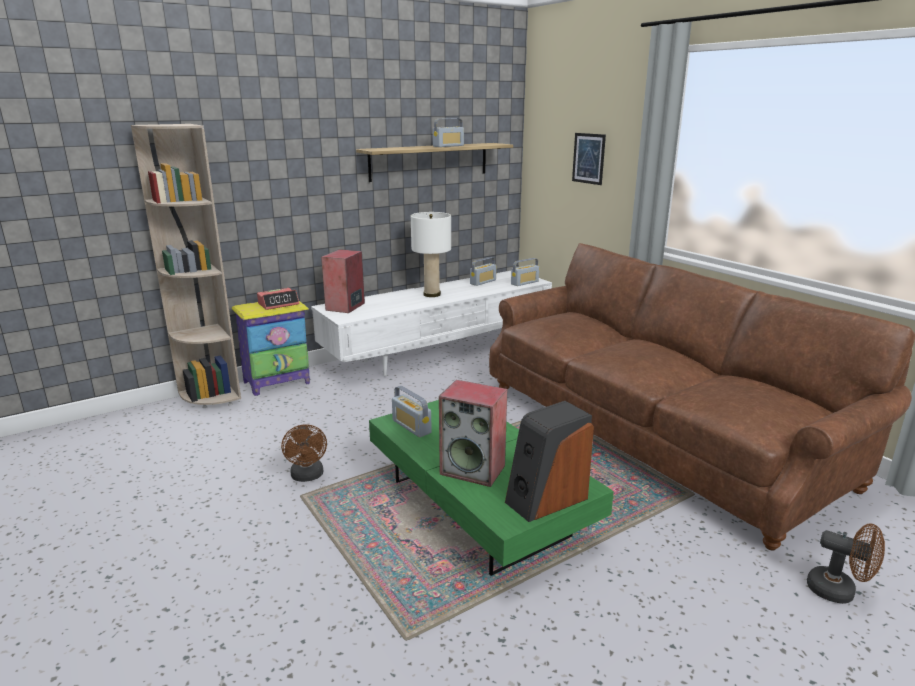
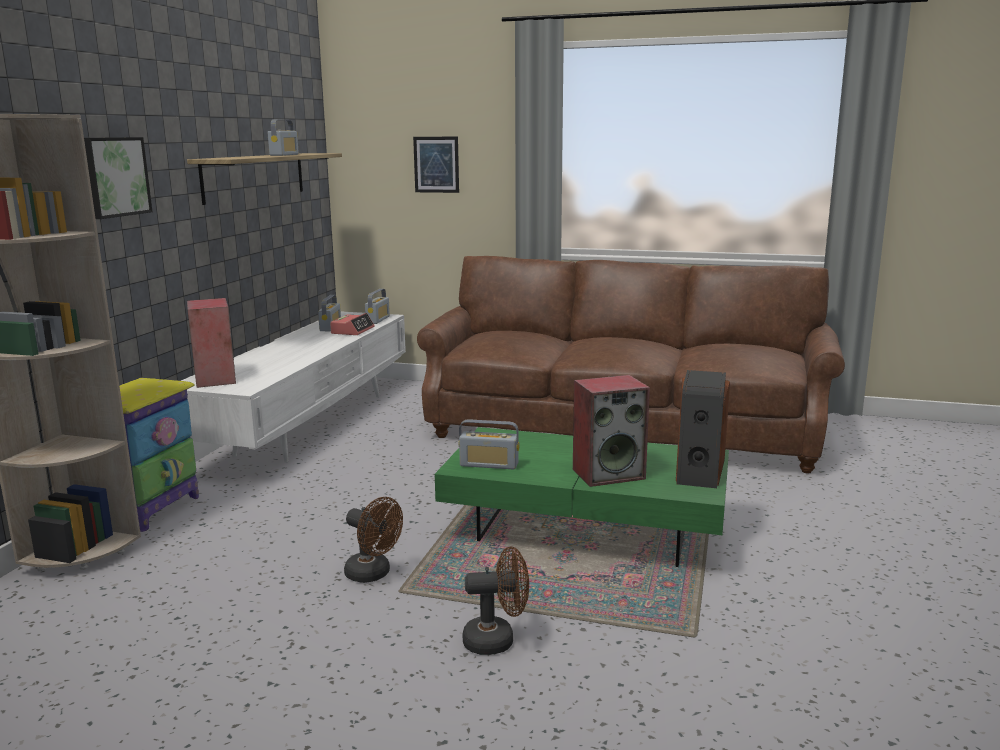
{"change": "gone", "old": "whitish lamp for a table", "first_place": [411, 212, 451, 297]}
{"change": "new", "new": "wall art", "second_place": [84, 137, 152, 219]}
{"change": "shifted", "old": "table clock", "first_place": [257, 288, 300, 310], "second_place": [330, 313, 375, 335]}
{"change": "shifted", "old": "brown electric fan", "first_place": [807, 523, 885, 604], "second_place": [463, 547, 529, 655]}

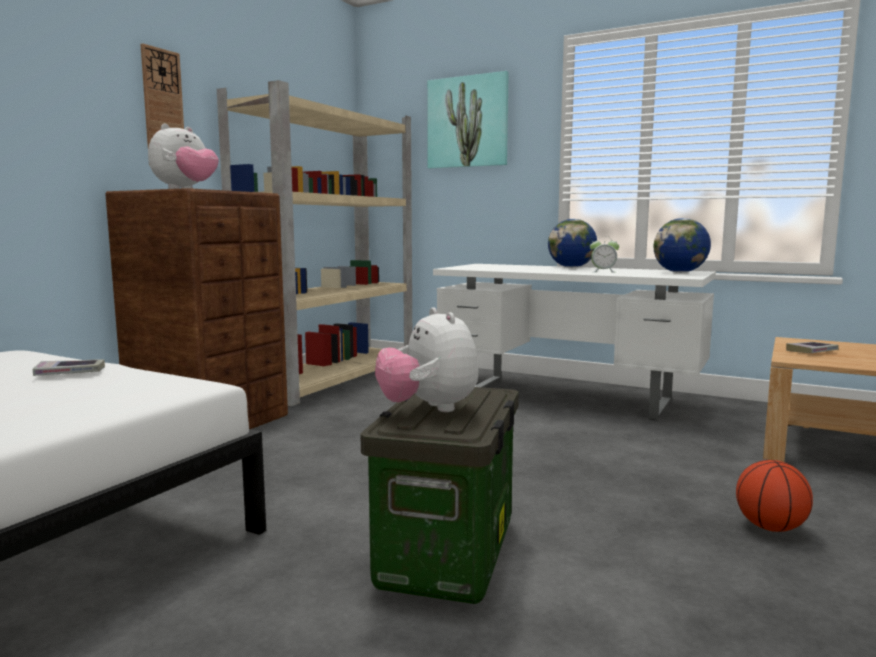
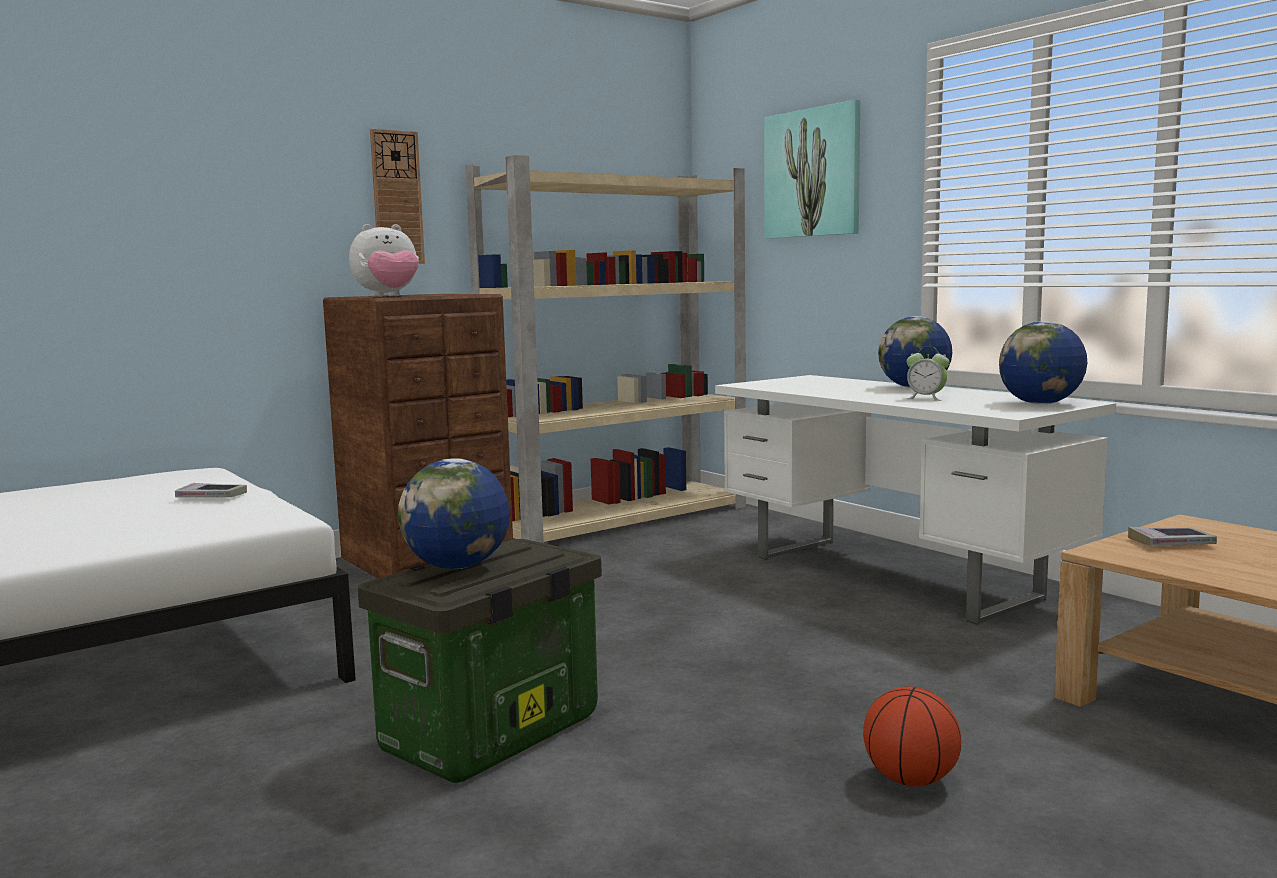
{"change": "swapped", "old": "cuddly toy", "new": "world globe", "first_place": [375, 307, 478, 412], "second_place": [398, 458, 510, 569]}

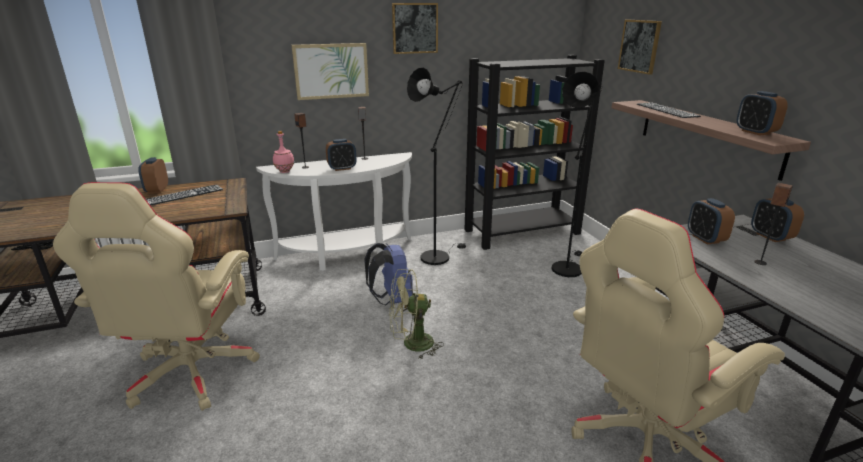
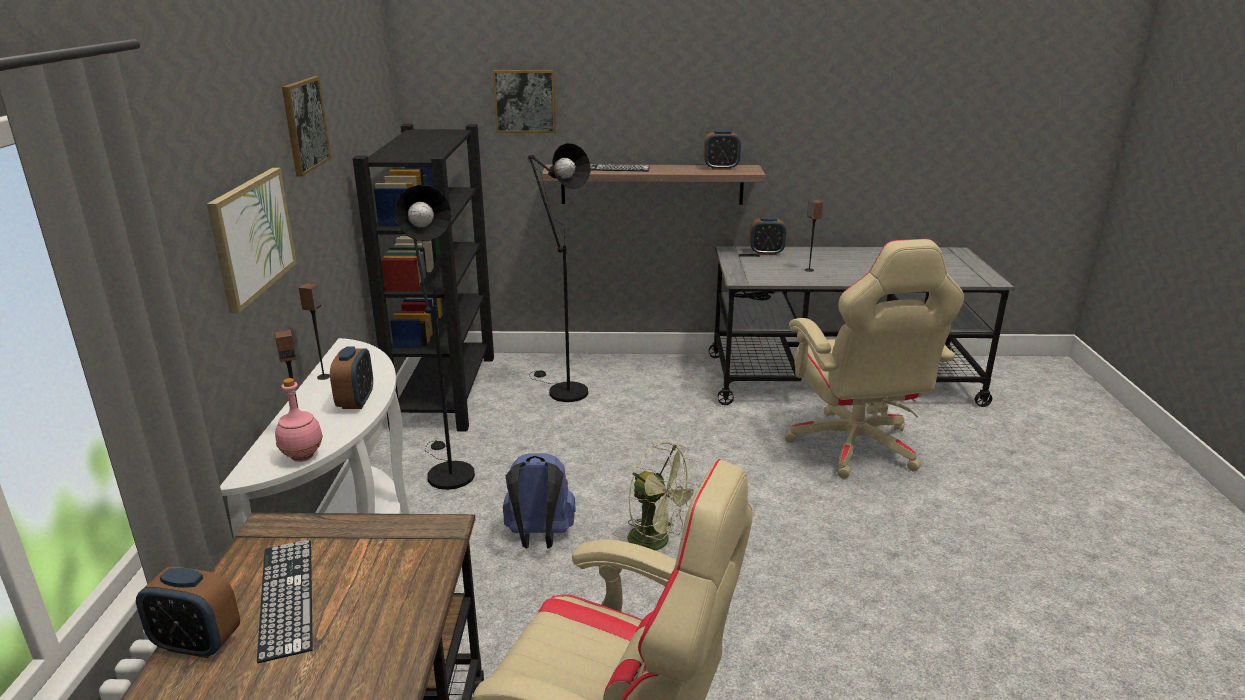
{"change": "gone", "old": "table clock", "first_place": [688, 198, 735, 244]}
{"change": "rotated", "old": "greenish electric fan", "first_place": [389, 269, 444, 360], "second_place": [628, 442, 700, 550], "degrees": -60}

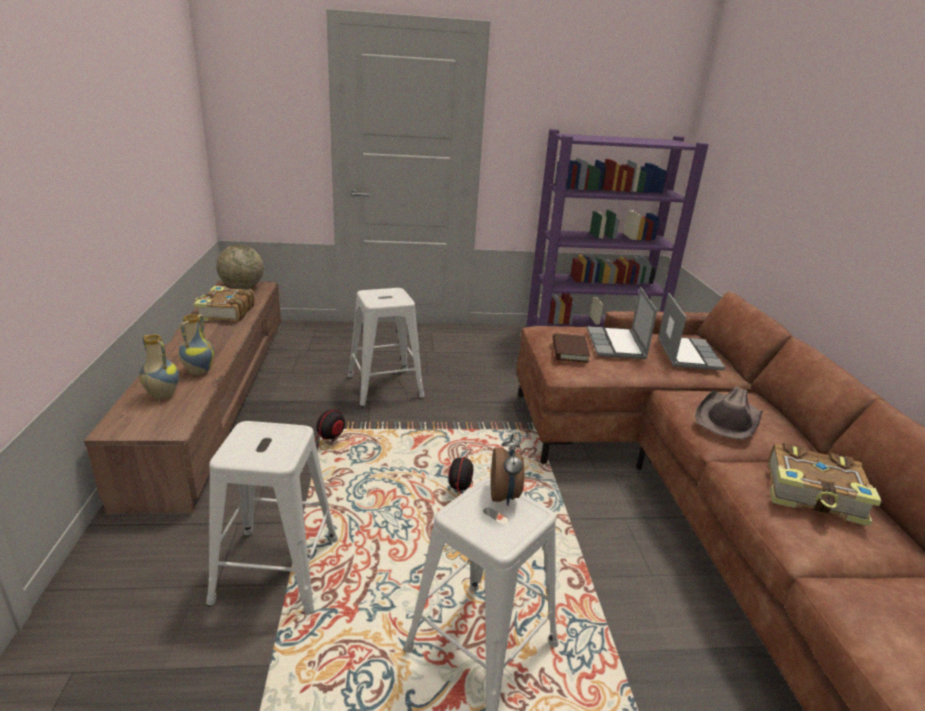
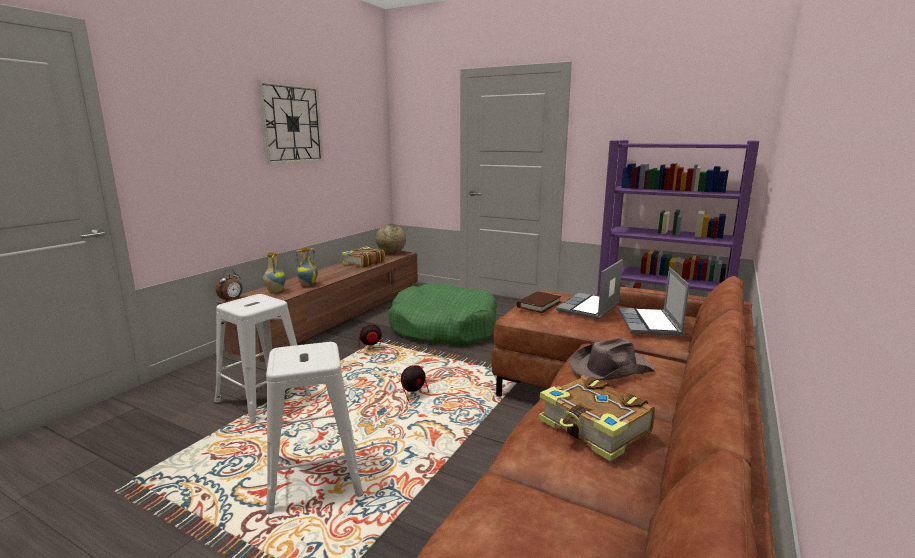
{"change": "new", "new": "clock on the wall", "second_place": [257, 80, 324, 164]}
{"change": "shifted", "old": "table clock", "first_place": [491, 434, 524, 506], "second_place": [216, 269, 243, 302]}
{"change": "swapped", "old": "whitish stool", "new": "greenish pet bed", "first_place": [347, 288, 425, 407], "second_place": [388, 283, 497, 346]}
{"change": "rotated", "old": "laptop", "first_place": [658, 293, 725, 370], "second_place": [619, 267, 690, 336], "degrees": 150}

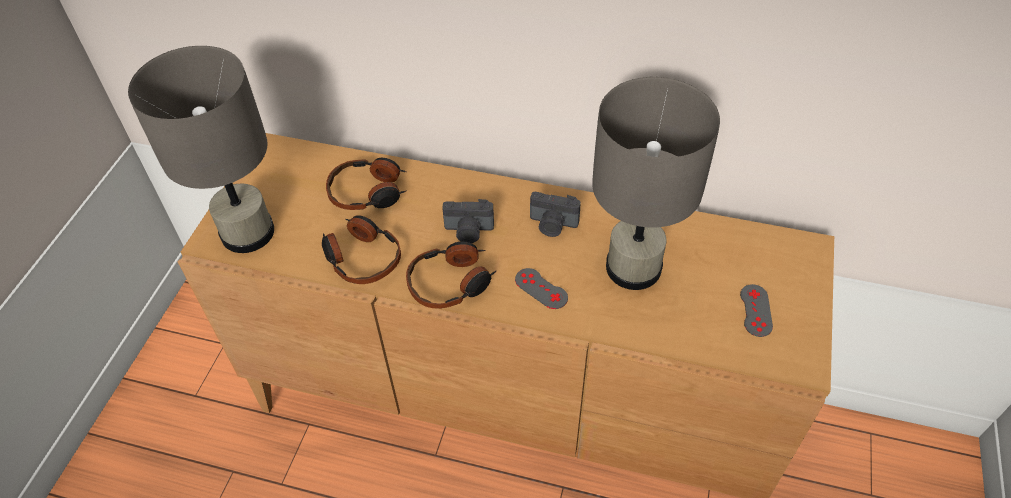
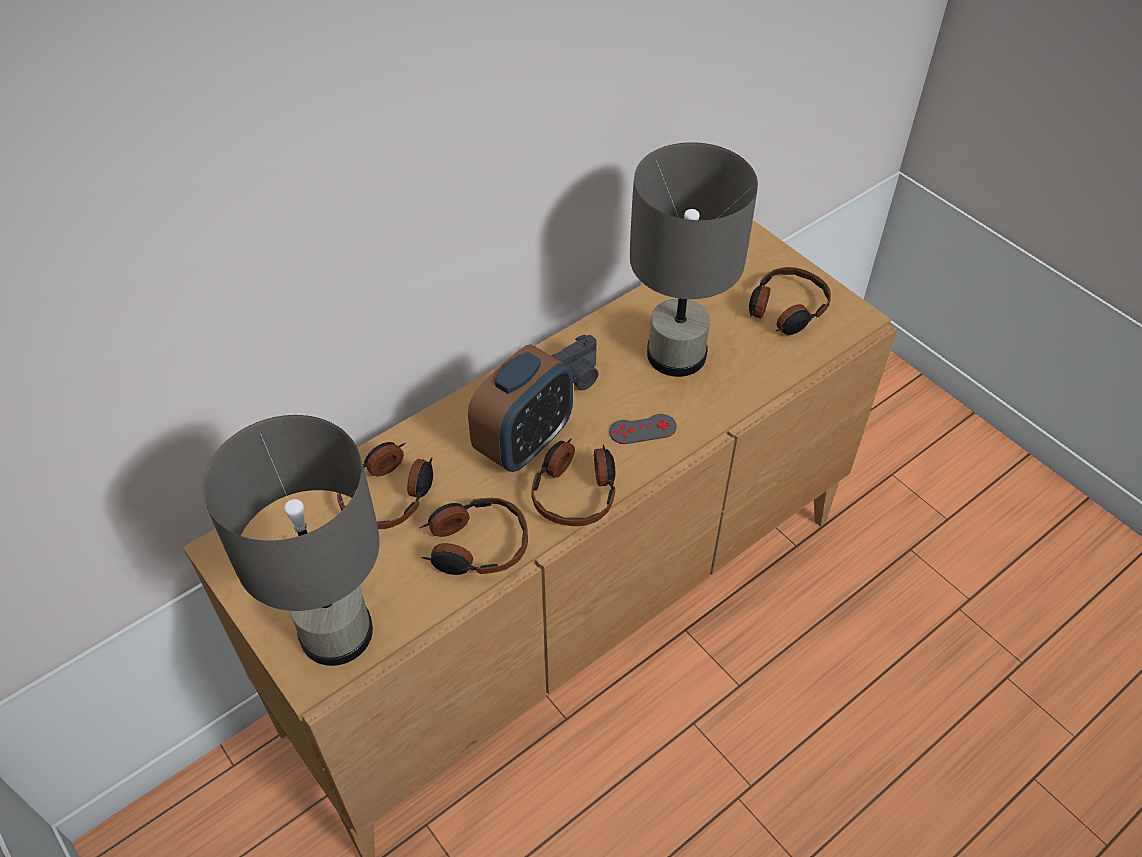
{"change": "swapped", "old": "still camera", "new": "table clock", "first_place": [442, 199, 494, 243], "second_place": [468, 344, 573, 472]}
{"change": "swapped", "old": "grey joypad", "new": "pair of headphones", "first_place": [740, 284, 773, 337], "second_place": [749, 267, 831, 335]}

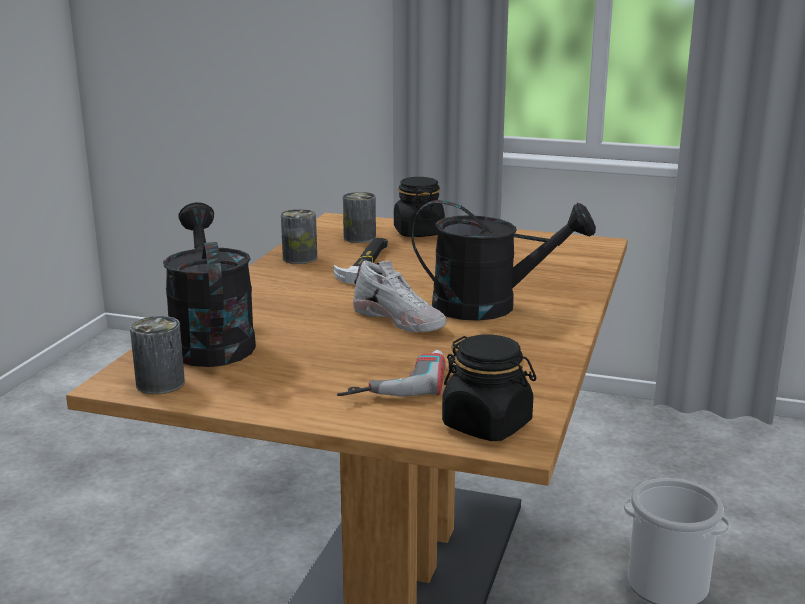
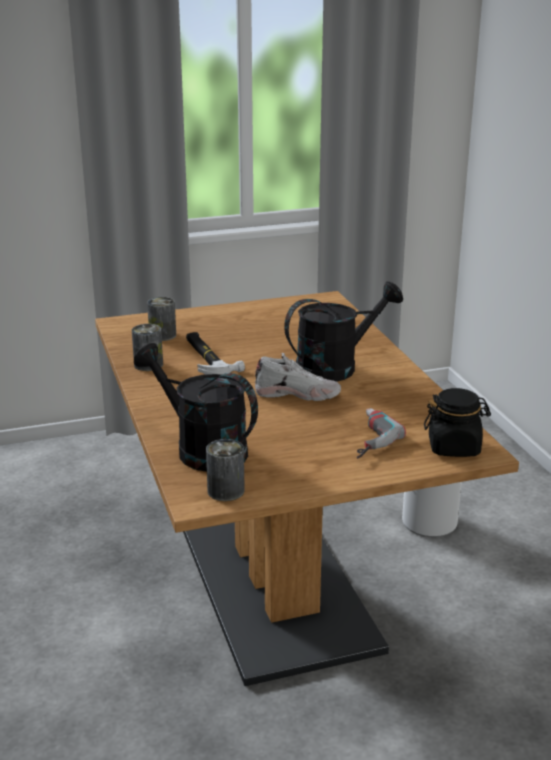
{"change": "gone", "old": "blackish preserve jar", "first_place": [394, 177, 445, 237]}

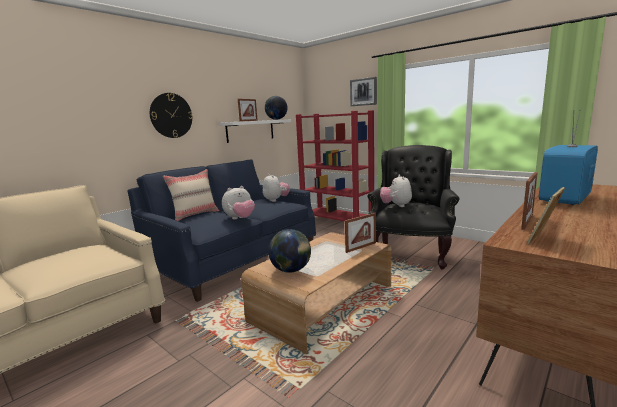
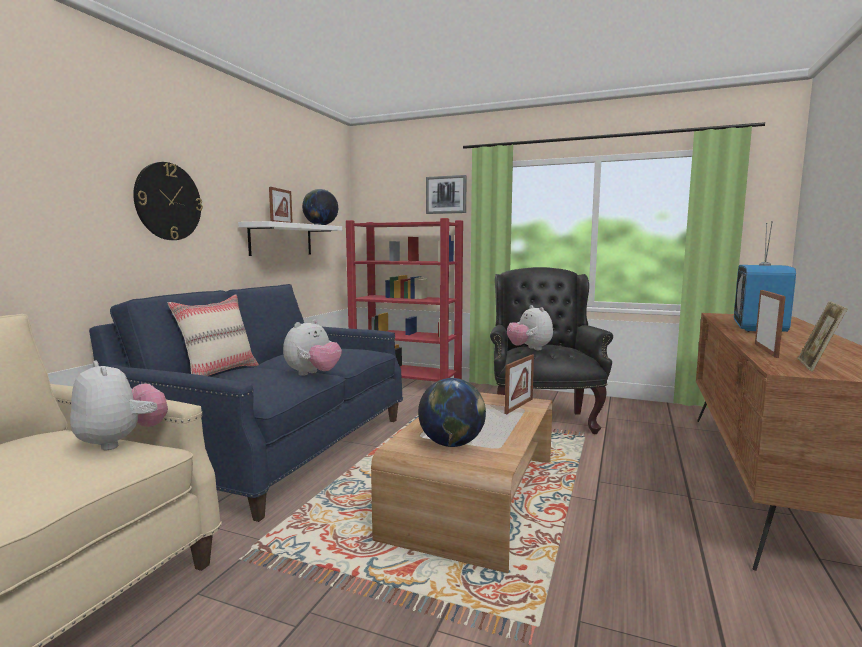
{"change": "shifted", "old": "cuddly toy", "first_place": [263, 174, 290, 202], "second_place": [70, 361, 168, 450]}

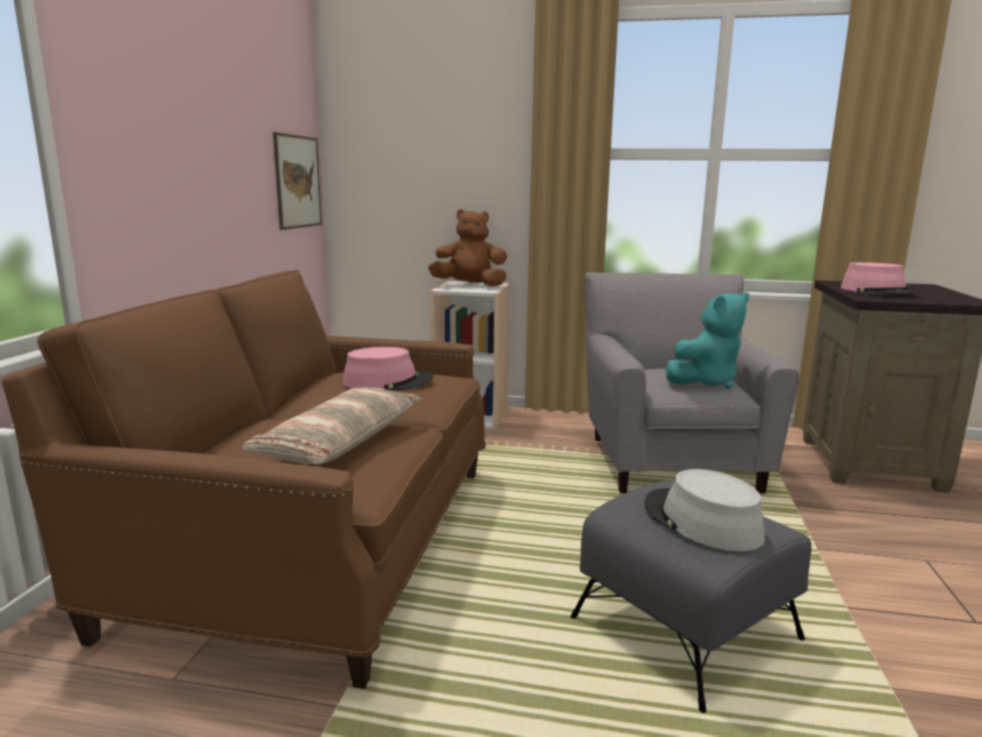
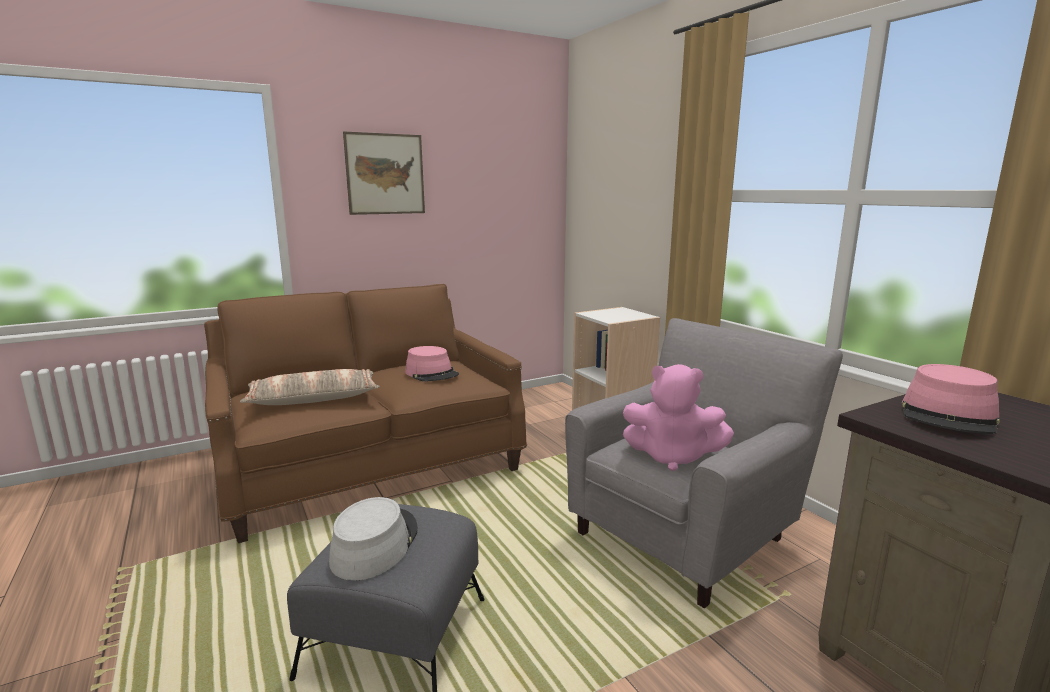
{"change": "gone", "old": "brown cuddly toy", "first_place": [428, 209, 507, 287]}
{"change": "shifted", "old": "wall art", "first_place": [273, 132, 322, 230], "second_place": [343, 131, 425, 215]}
{"change": "repainted", "old": "turquoise cuddly toy", "new": "pink cuddly toy", "first_place": [666, 292, 749, 389], "second_place": [623, 364, 734, 471]}

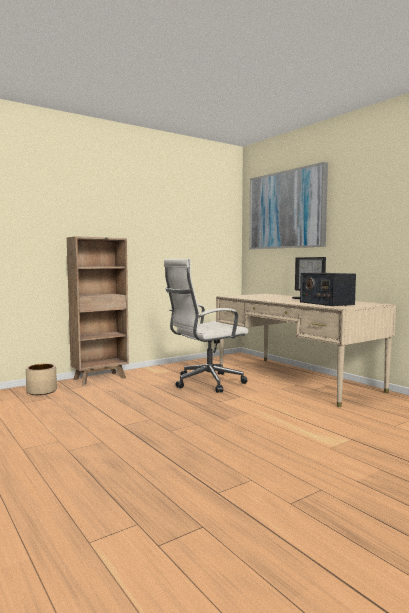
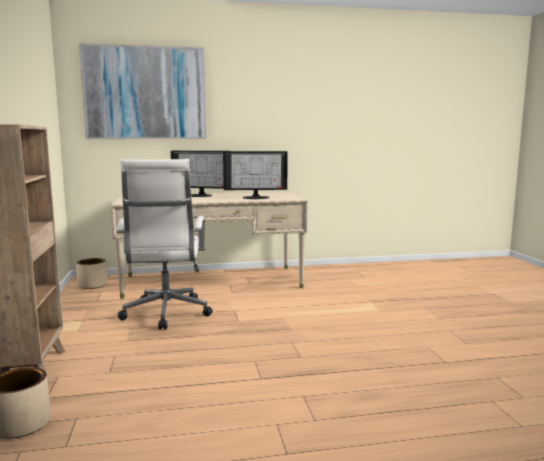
{"change": "new", "new": "sand-coloured planter", "second_place": [76, 258, 108, 289]}
{"change": "swapped", "old": "radio", "new": "computer screen", "first_place": [300, 273, 356, 306], "second_place": [223, 151, 288, 199]}

